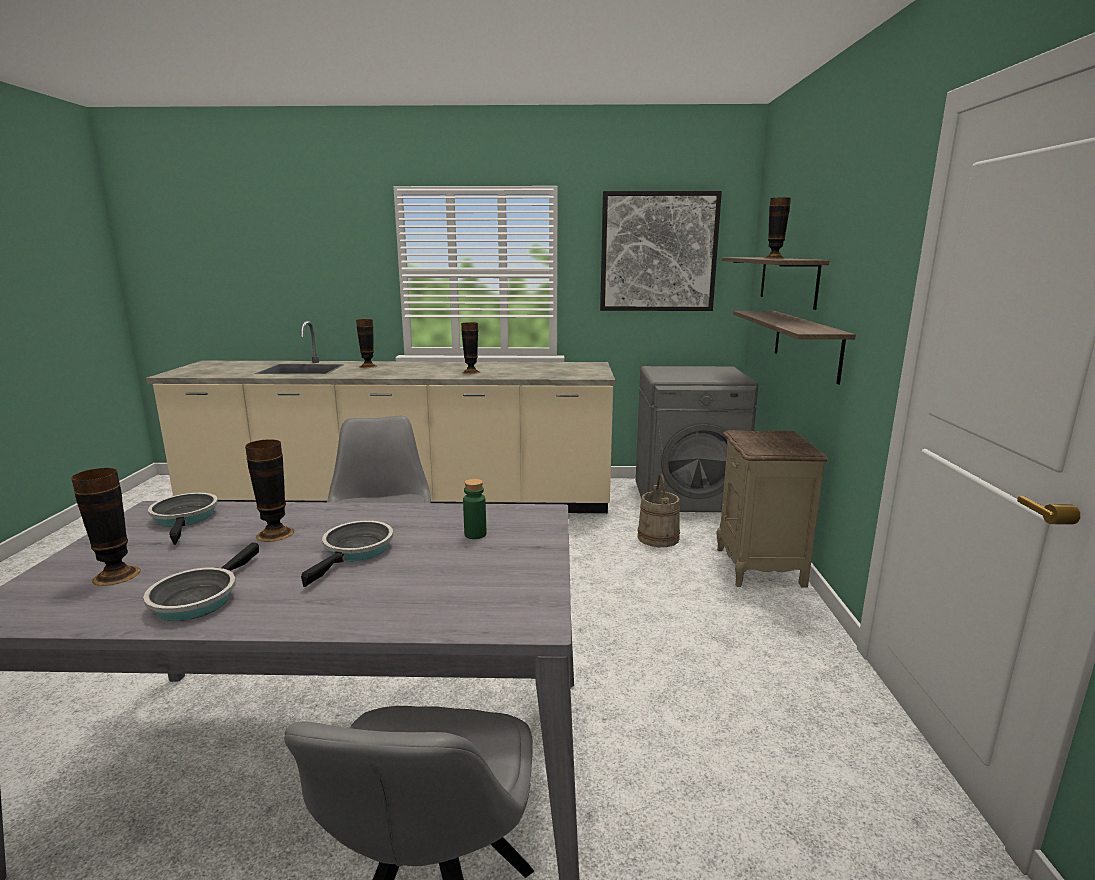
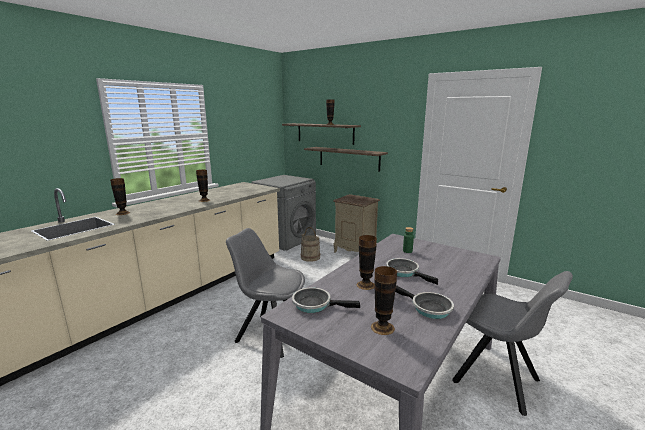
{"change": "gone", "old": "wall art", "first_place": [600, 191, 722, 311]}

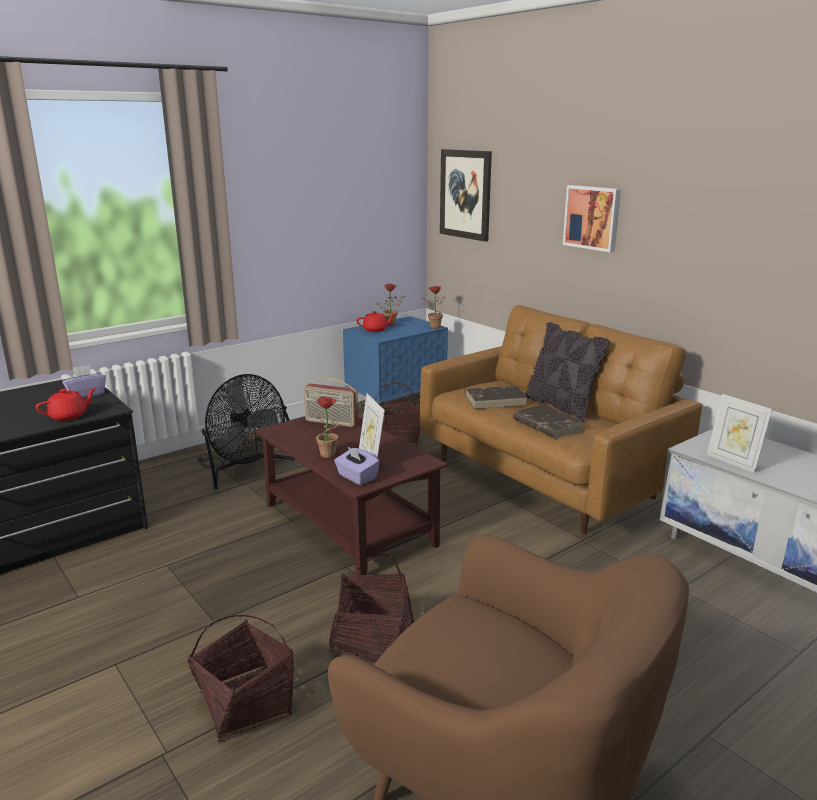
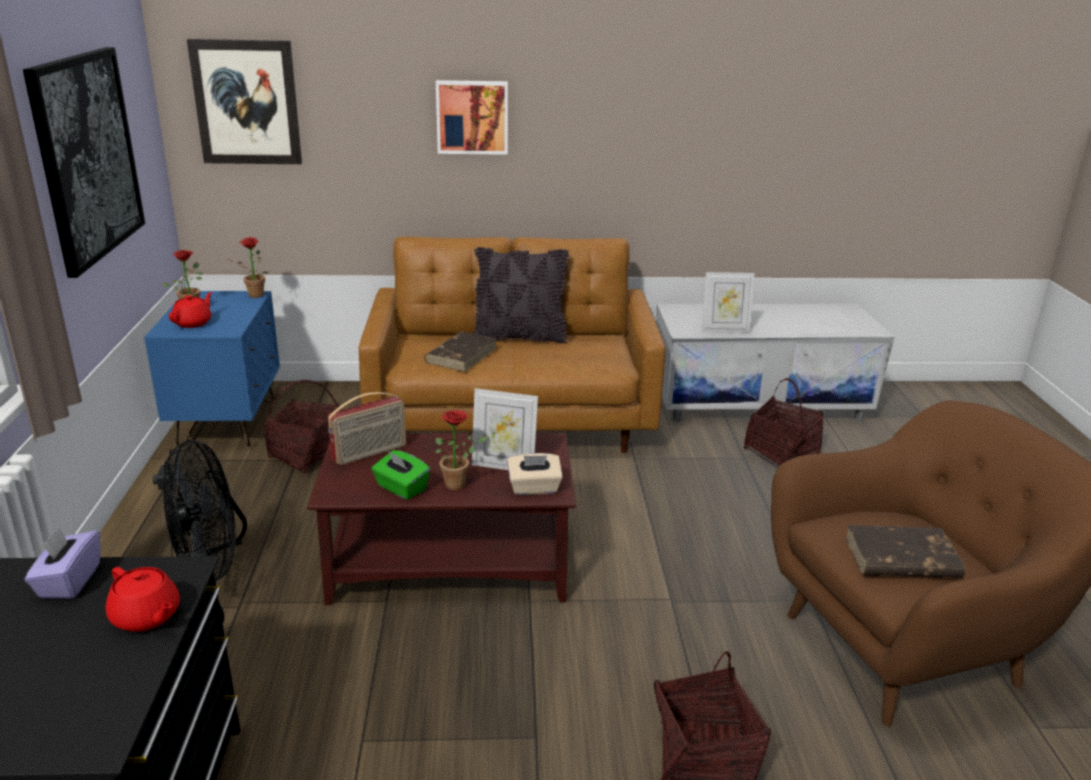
{"change": "new", "new": "wall art", "second_place": [23, 47, 145, 278]}
{"change": "new", "new": "greenish box of tissues", "second_place": [372, 450, 430, 500]}
{"change": "shifted", "old": "basket", "first_place": [329, 554, 414, 663], "second_place": [744, 378, 823, 468]}
{"change": "shifted", "old": "brown book", "first_place": [513, 404, 584, 439], "second_place": [845, 525, 965, 578]}
{"change": "repainted", "old": "purple-coloured box of tissues", "new": "sand-coloured box of tissues", "first_place": [334, 447, 380, 485], "second_place": [507, 453, 563, 495]}
{"change": "rotated", "old": "red pot for tea", "first_place": [36, 388, 96, 421], "second_place": [105, 567, 180, 632], "degrees": 135}

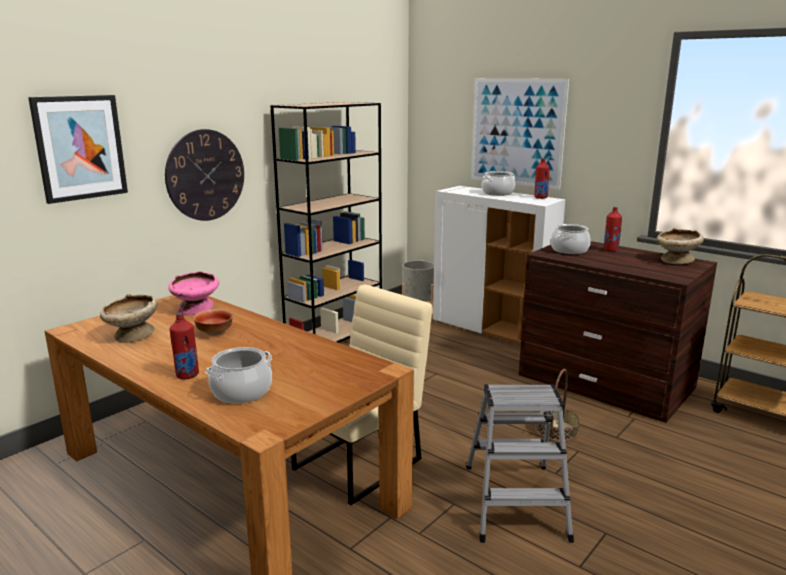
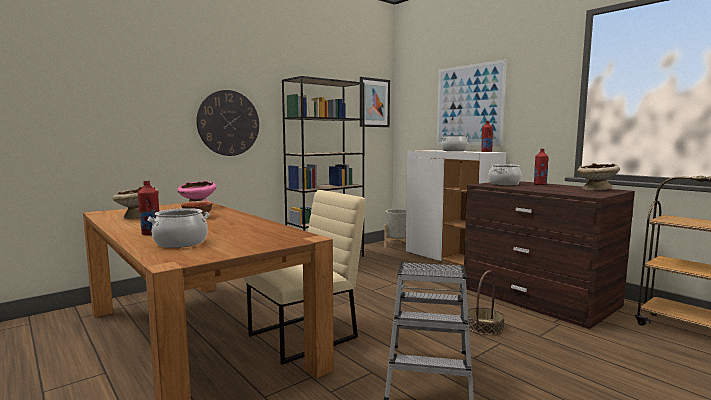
{"change": "shifted", "old": "wall art", "first_place": [28, 95, 128, 204], "second_place": [360, 77, 390, 127]}

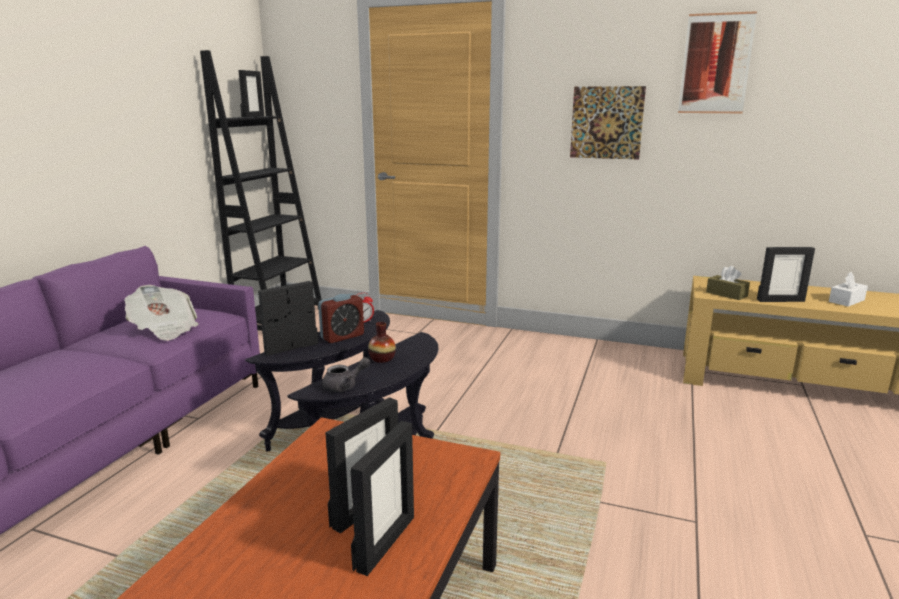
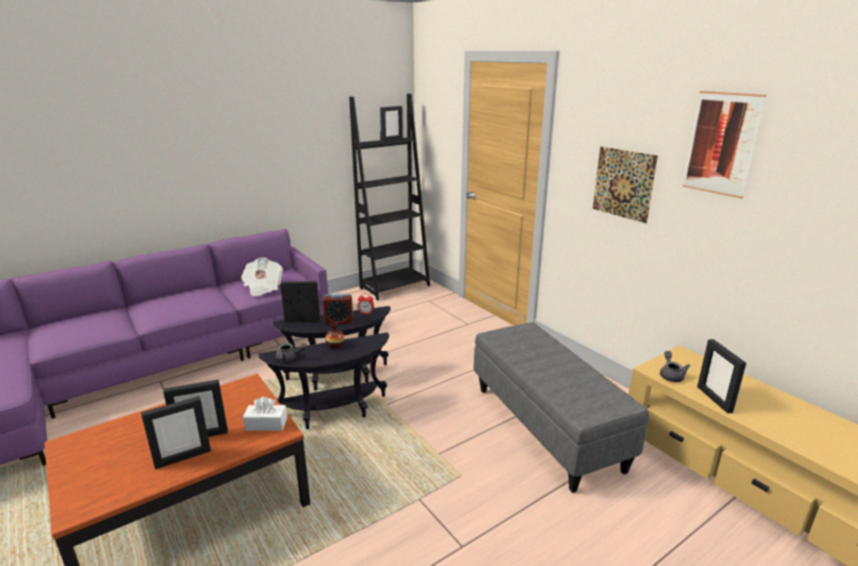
{"change": "new", "new": "grey pouffe", "second_place": [474, 322, 649, 493]}
{"change": "shifted", "old": "whitish box of tissues", "first_place": [829, 271, 868, 307], "second_place": [243, 397, 287, 431]}
{"change": "swapped", "old": "brown box of tissues", "new": "grey pot for tea", "first_place": [706, 266, 750, 300], "second_place": [660, 351, 690, 382]}
{"change": "rotated", "old": "standing frame", "first_place": [757, 247, 815, 302], "second_place": [697, 339, 746, 414], "degrees": 45}

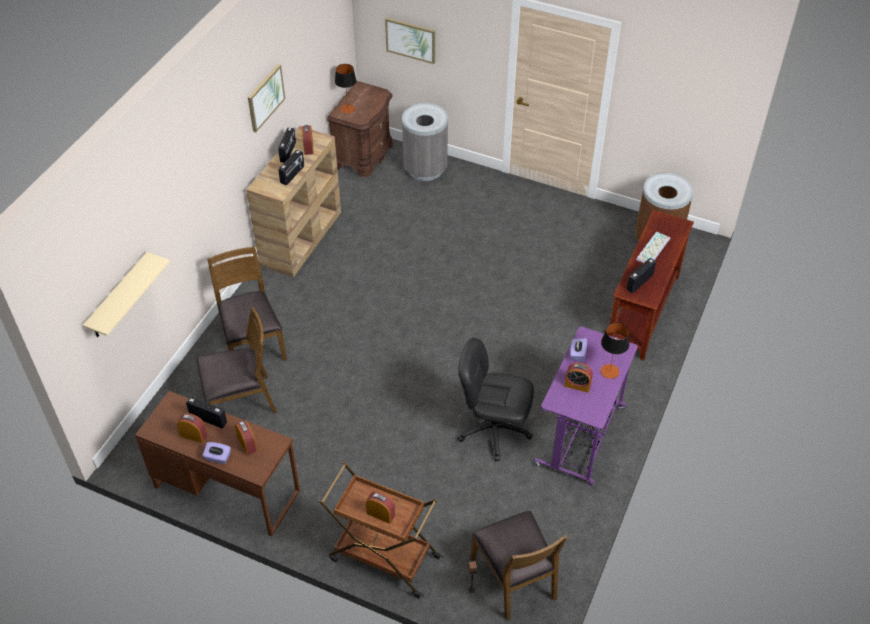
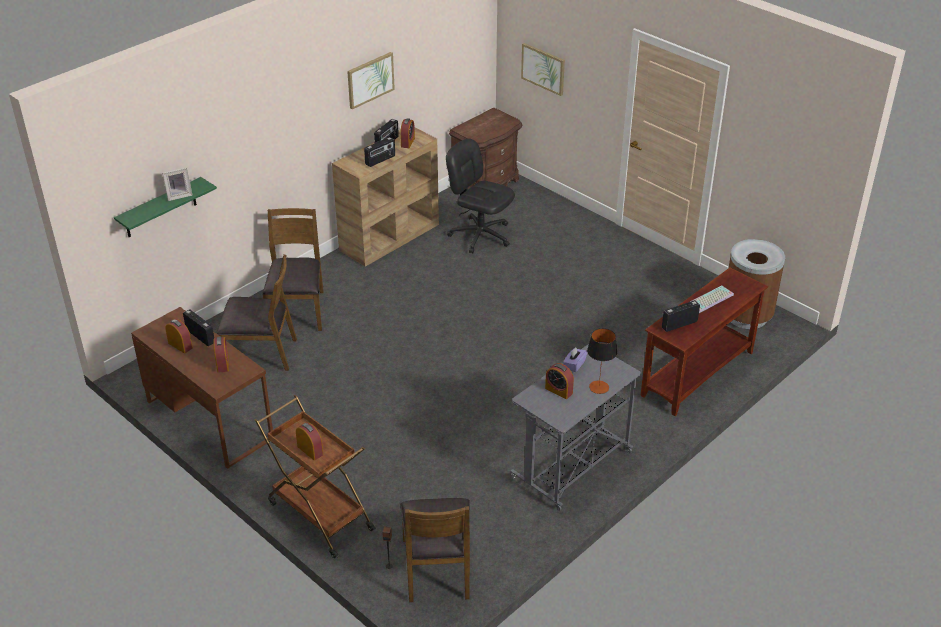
{"change": "gone", "old": "purple-coloured box of tissues", "first_place": [203, 442, 231, 464]}
{"change": "gone", "old": "lamp for a table", "first_place": [335, 64, 357, 114]}
{"change": "gone", "old": "grey waste bin", "first_place": [402, 103, 448, 181]}
{"change": "new", "new": "standing frame", "second_place": [162, 167, 193, 201]}
{"change": "shifted", "old": "blackish desk chair", "first_place": [458, 338, 534, 461], "second_place": [446, 139, 515, 253]}
{"change": "repainted", "old": "sand-coloured bracket shelf", "new": "greenish bracket shelf", "first_place": [83, 252, 170, 337], "second_place": [114, 177, 217, 237]}
{"change": "repainted", "old": "purple-coloured desk table", "new": "grey desk table", "first_place": [534, 327, 638, 486], "second_place": [510, 344, 641, 511]}

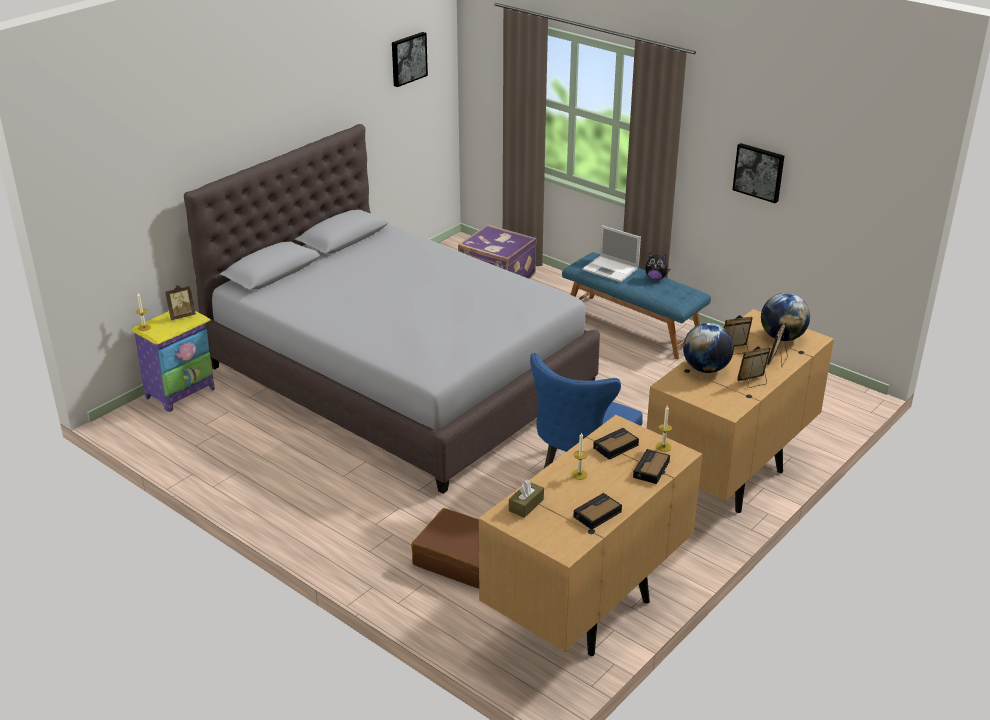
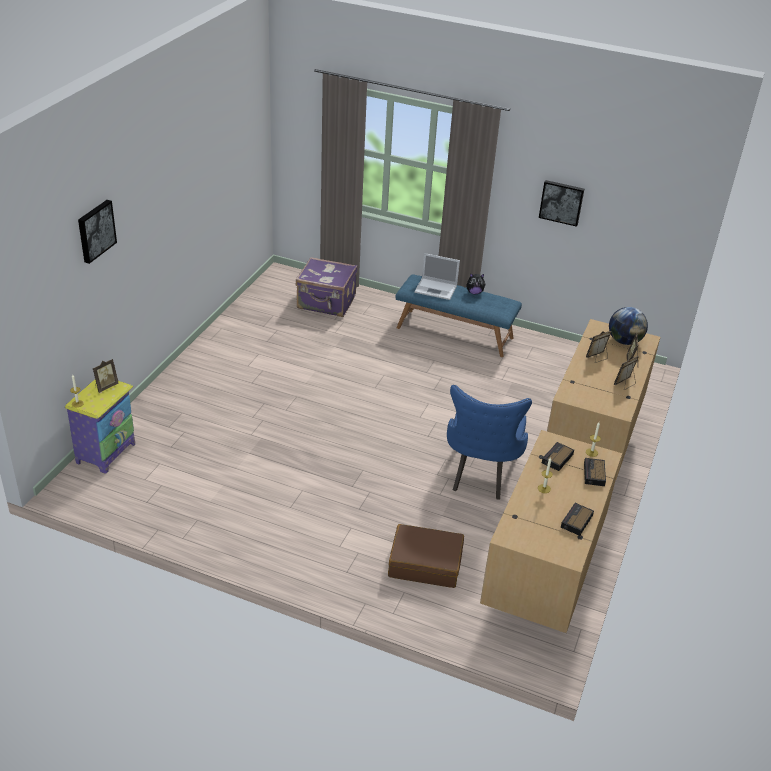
{"change": "gone", "old": "grey bed", "first_place": [184, 124, 600, 494]}
{"change": "gone", "old": "brown box of tissues", "first_place": [509, 480, 544, 518]}
{"change": "gone", "old": "world globe", "first_place": [683, 323, 734, 373]}
{"change": "shifted", "old": "wall art", "first_place": [392, 32, 428, 87], "second_place": [78, 200, 117, 264]}

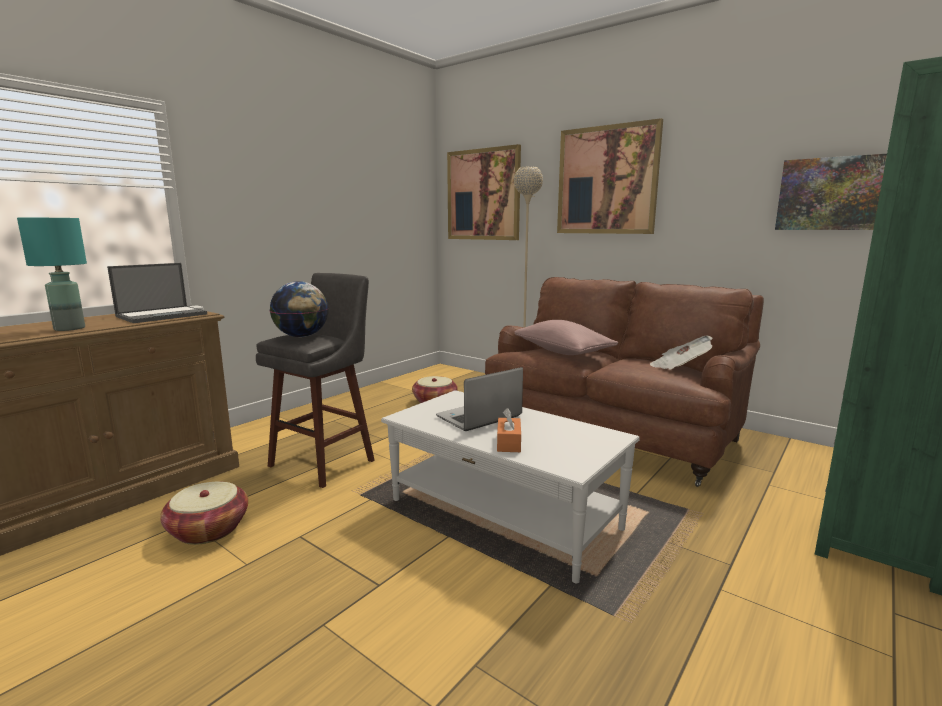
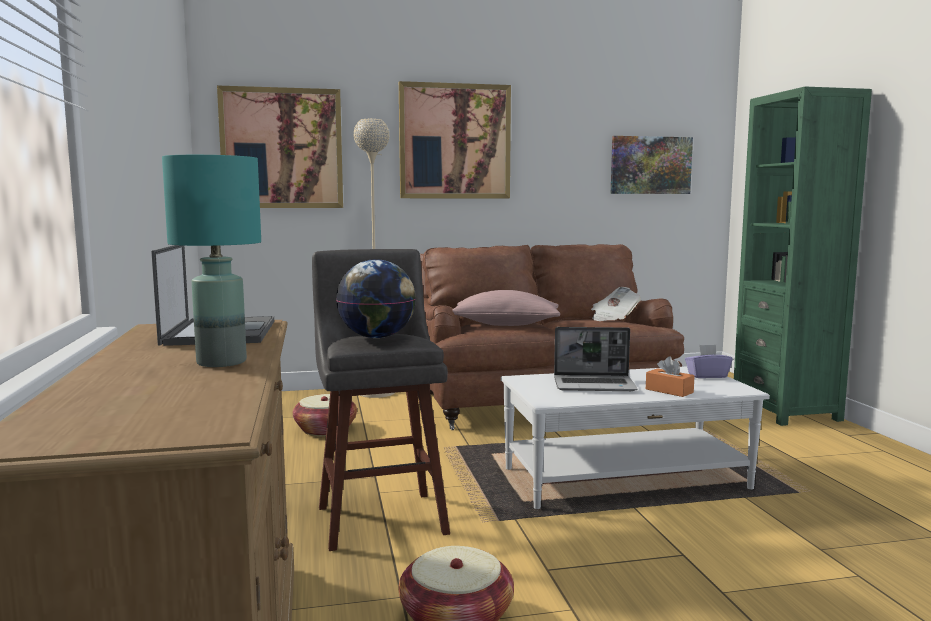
{"change": "new", "new": "purple-coloured box of tissues", "second_place": [685, 345, 733, 378]}
{"change": "rotated", "old": "laptop", "first_place": [436, 367, 523, 431], "second_place": [554, 327, 638, 391], "degrees": -90}

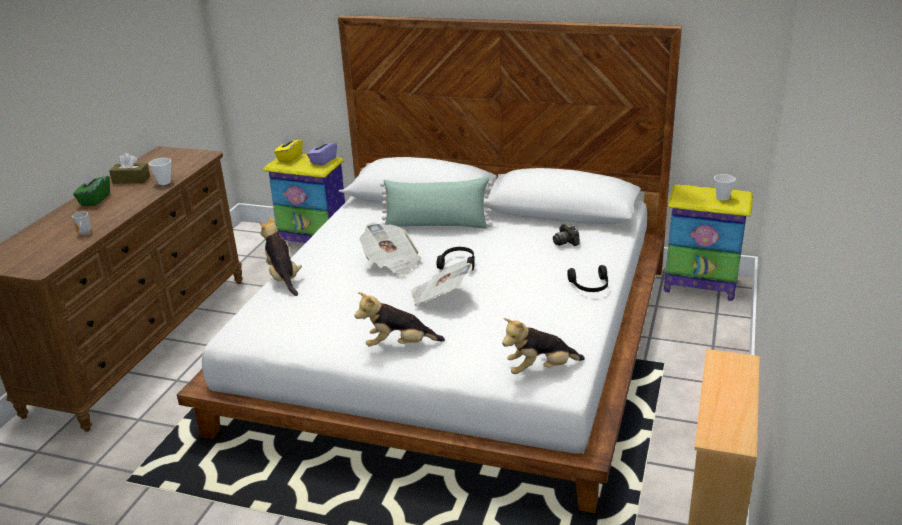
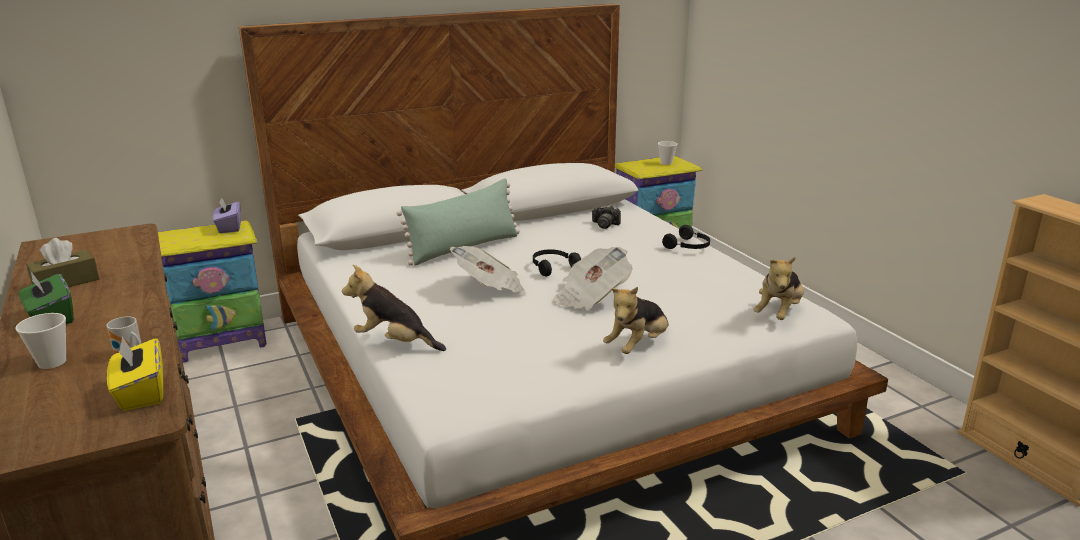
{"change": "shifted", "old": "drinking cup", "first_place": [149, 158, 171, 185], "second_place": [15, 313, 66, 369]}
{"change": "shifted", "old": "yellow-coloured box of tissues", "first_place": [274, 135, 302, 162], "second_place": [107, 336, 163, 411]}

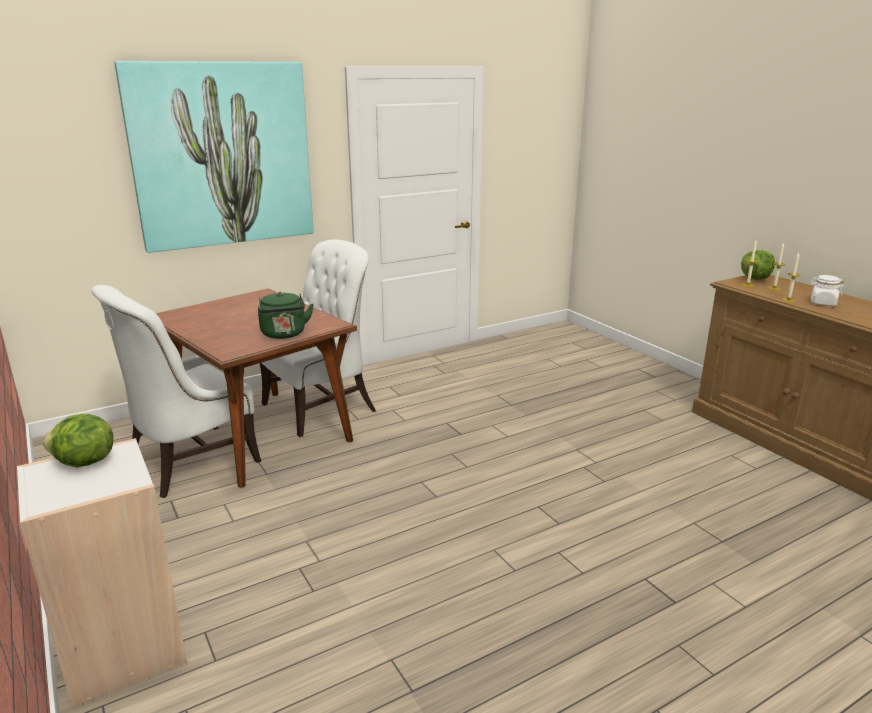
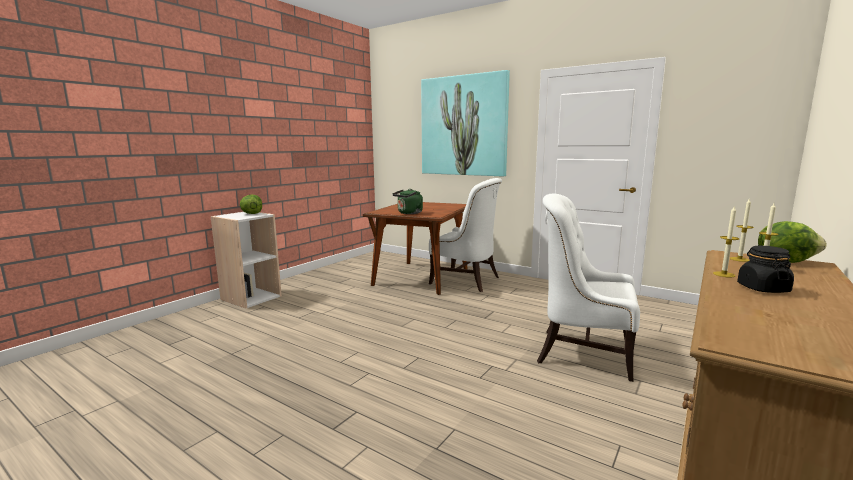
{"change": "shifted", "old": "whitish chair", "first_place": [91, 285, 261, 498], "second_place": [537, 194, 640, 382]}
{"change": "repainted", "old": "whitish preserve jar", "new": "blackish preserve jar", "first_place": [810, 275, 844, 306], "second_place": [737, 246, 794, 293]}

